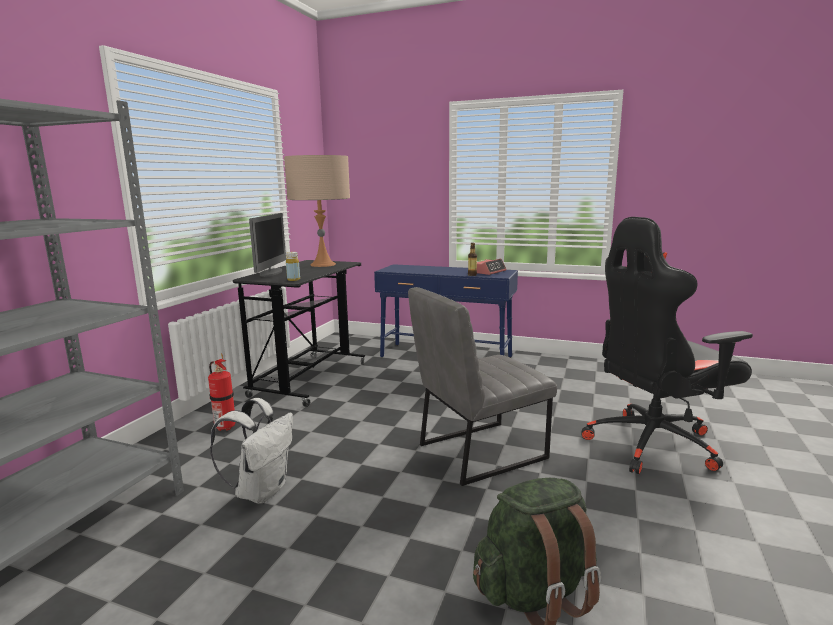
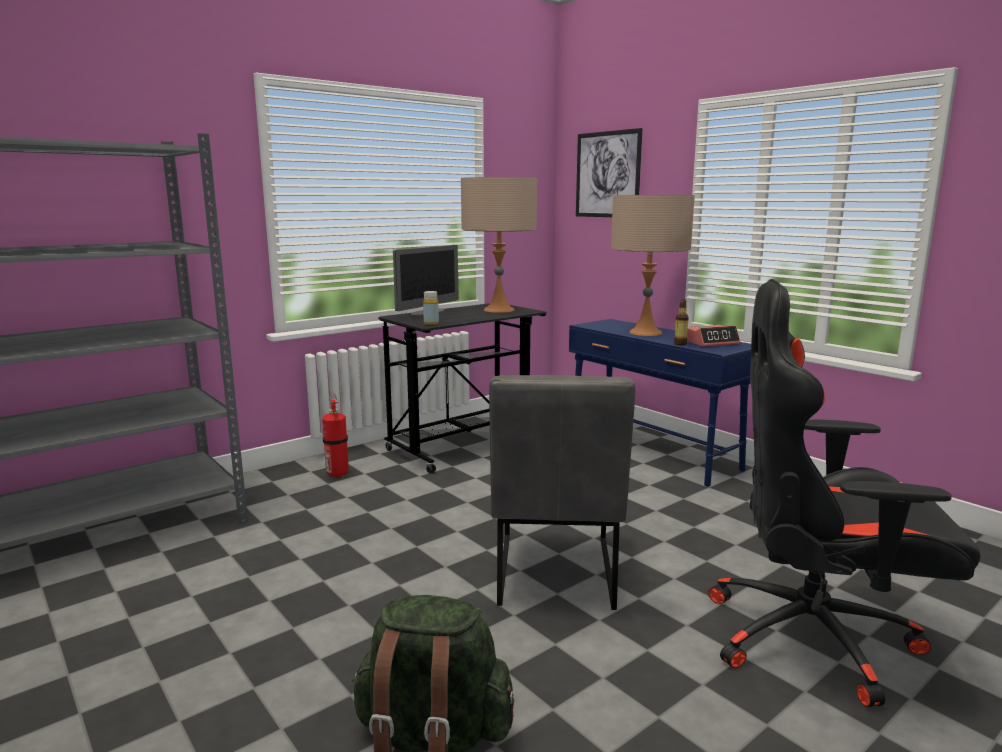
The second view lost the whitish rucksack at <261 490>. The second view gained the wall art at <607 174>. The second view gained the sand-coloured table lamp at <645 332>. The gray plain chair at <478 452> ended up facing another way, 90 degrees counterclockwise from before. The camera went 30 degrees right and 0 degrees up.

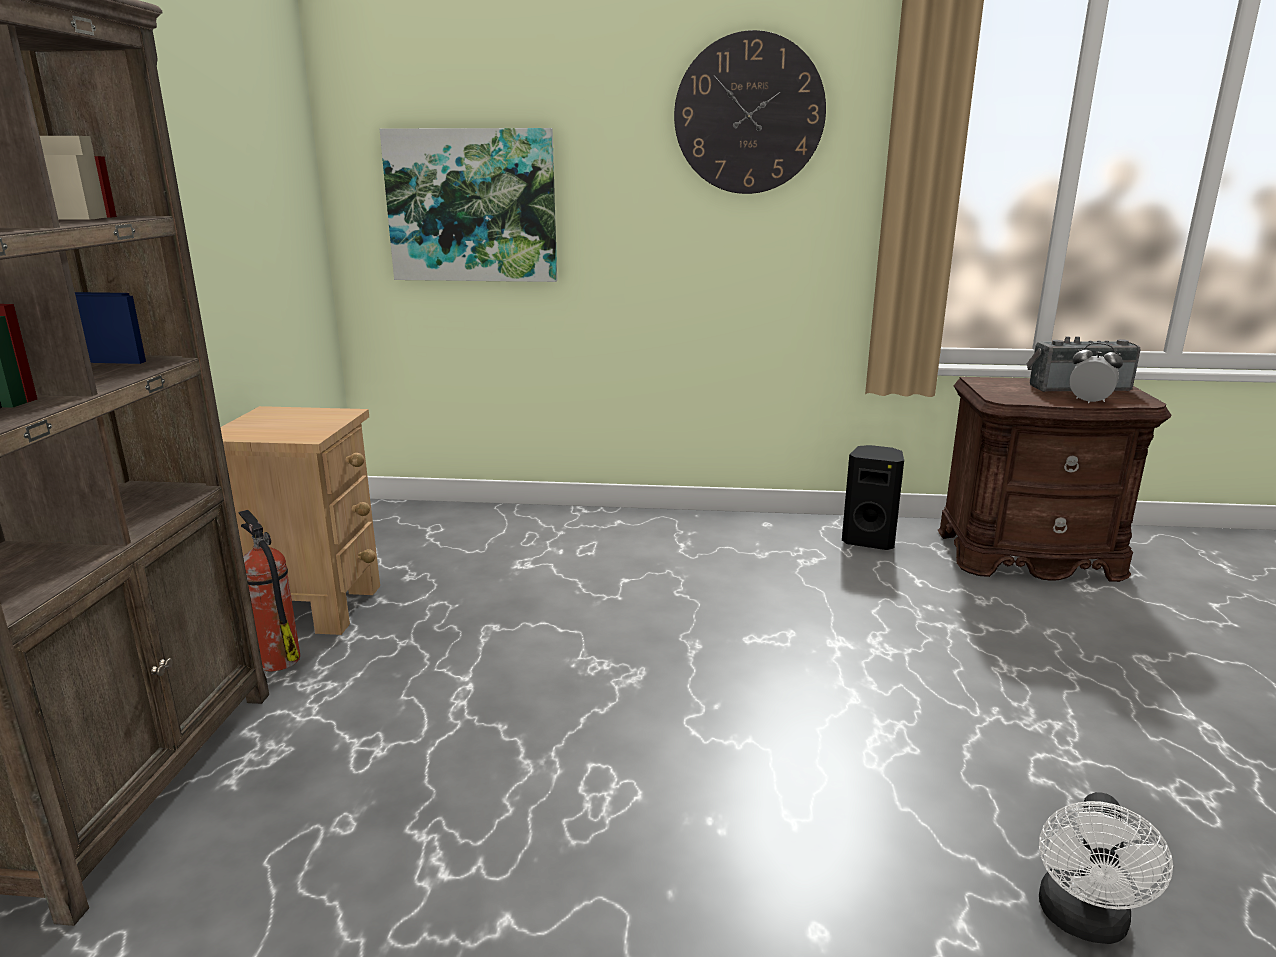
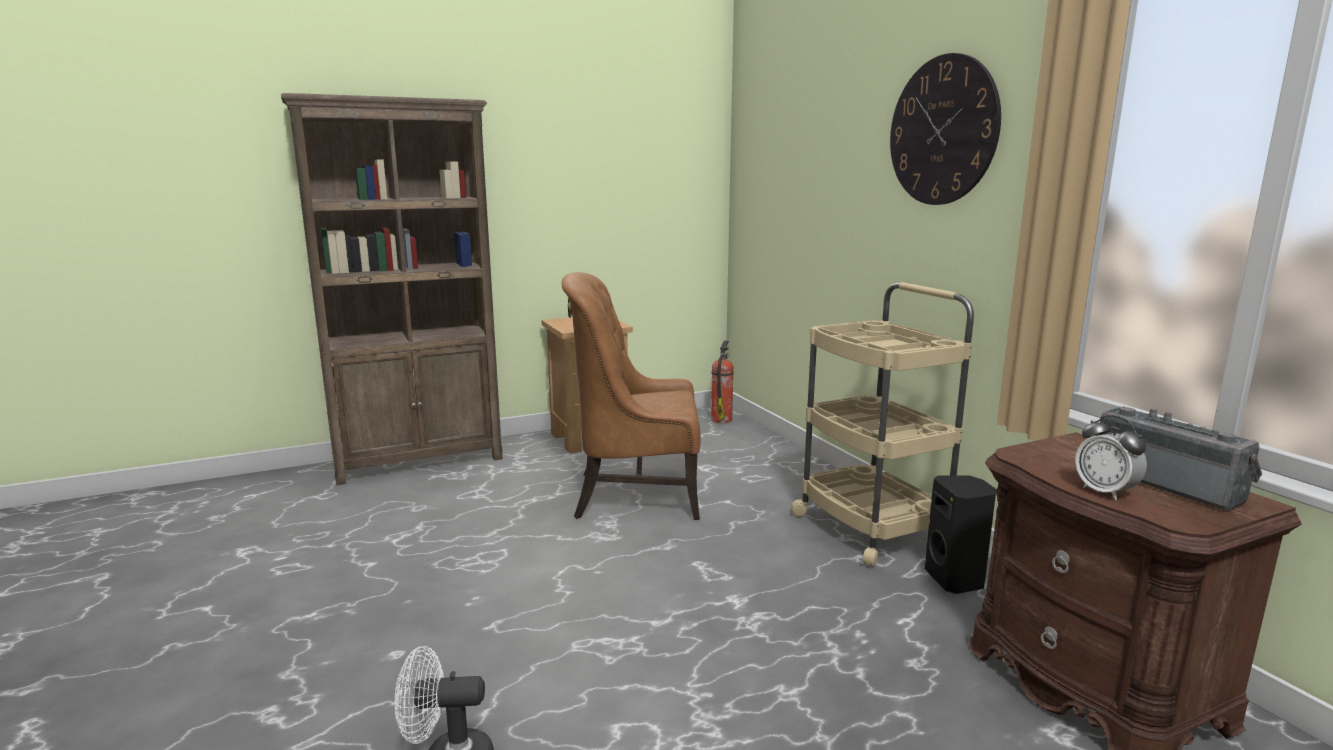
The second view lost the wall art at <472 206>. The second view gained the brown-coloured plain chair at <635 494>. The second view gained the sand-coloured wheeled cart at <870 528>. The extinguisher ended up elsewhere, having gone from <277 659> to <721 419>. The bedside clock at <1089 401> ended up facing another way, 150 degrees clockwise from before. The camera went 60 degrees right and 5 degrees down.

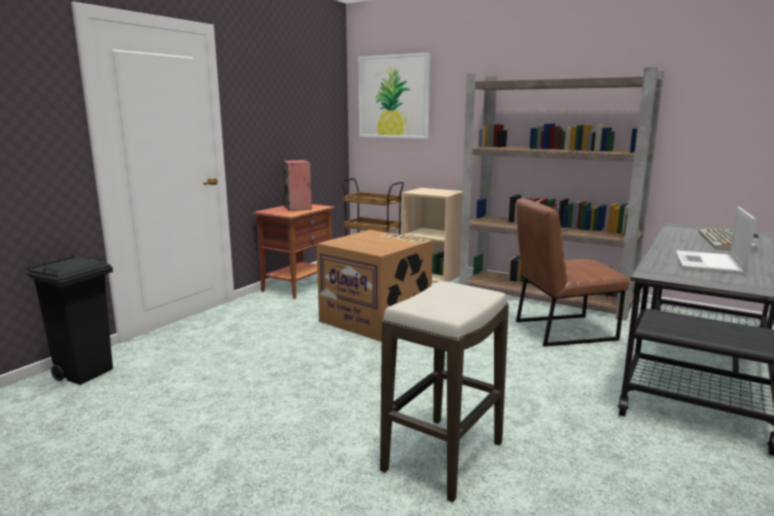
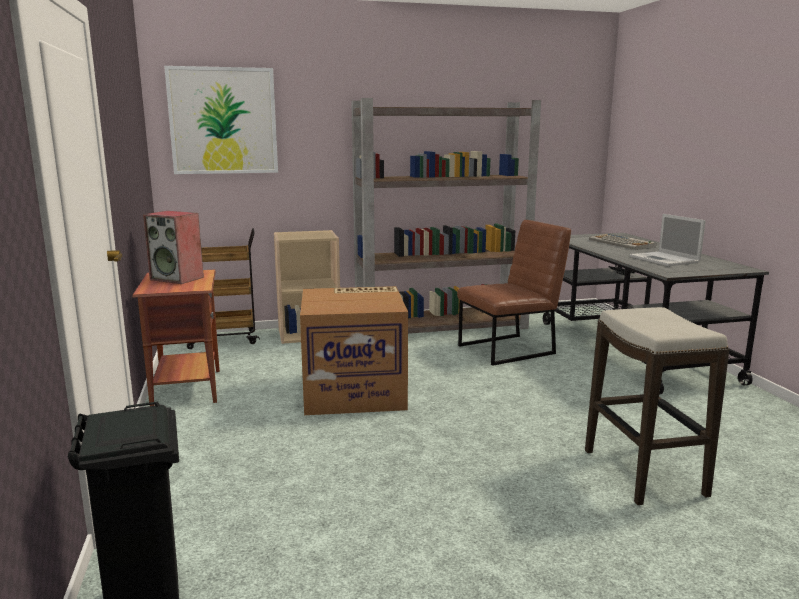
The brown-coloured plain chair at <562 330> ended up facing another way, 150 degrees counterclockwise from before. The camera went 45 degrees left and 0 degrees up.

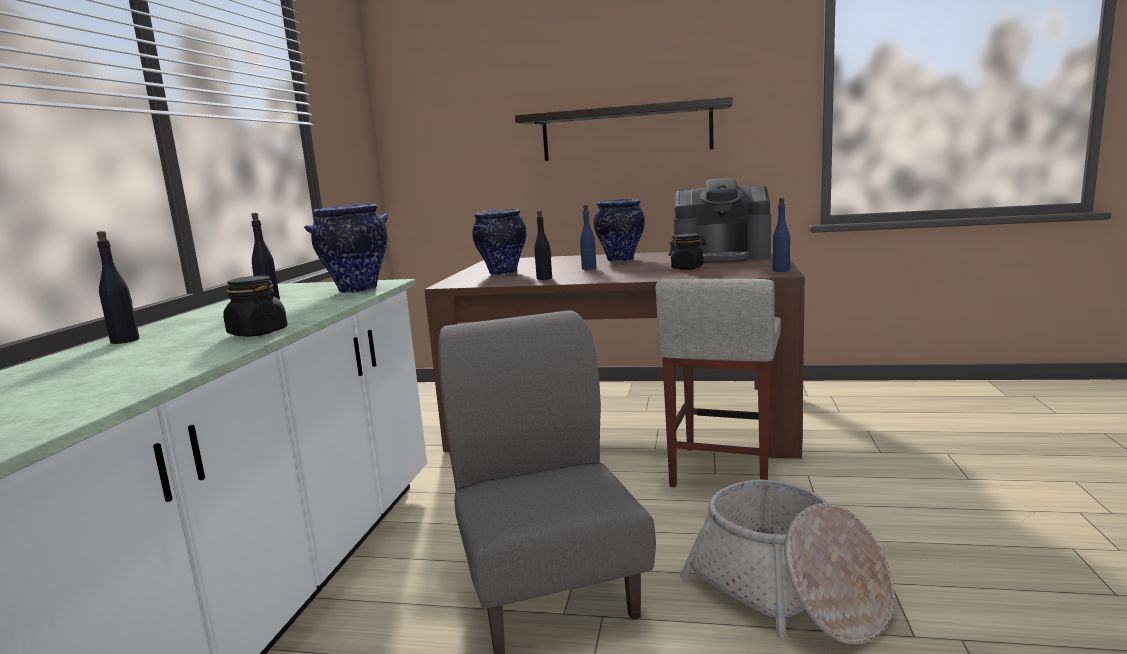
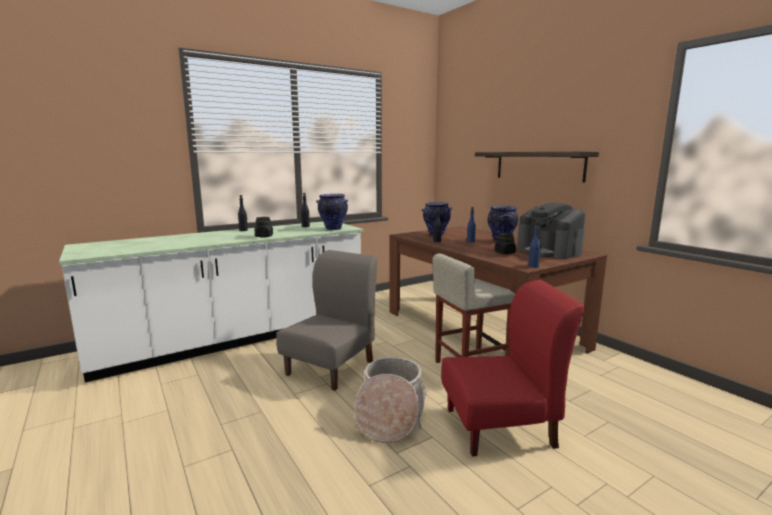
The second view gained the reddish plain chair at <500 427>. The camera went 45 degrees right and 0 degrees up.

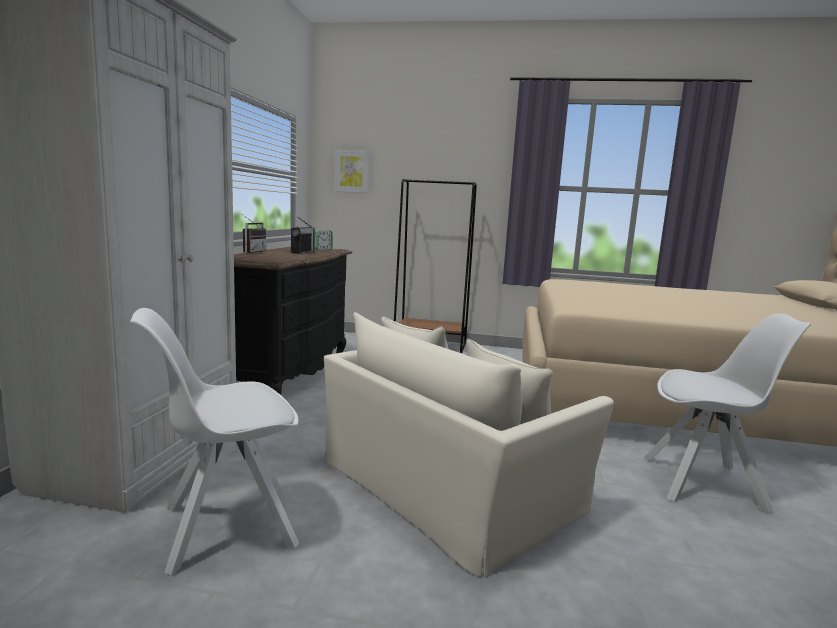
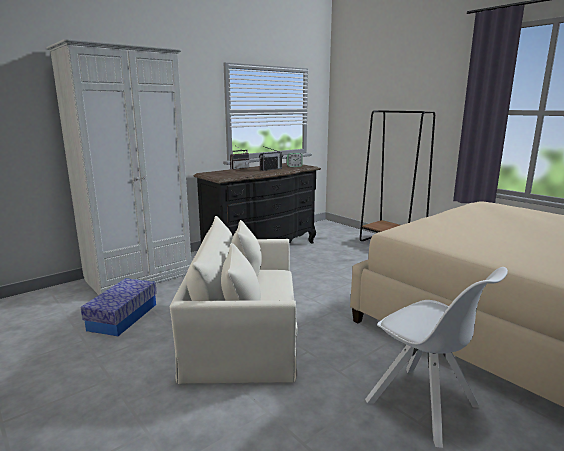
The second view lost the wall art at <352 171>. Where the whitish plain chair stood at <226 526>, the storage container came to stand at <123 317>. The camera went 40 degrees right and 5 degrees up.

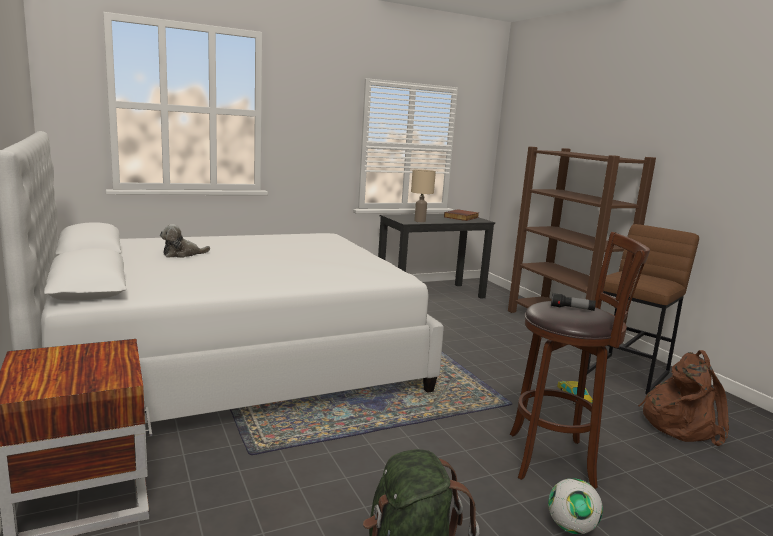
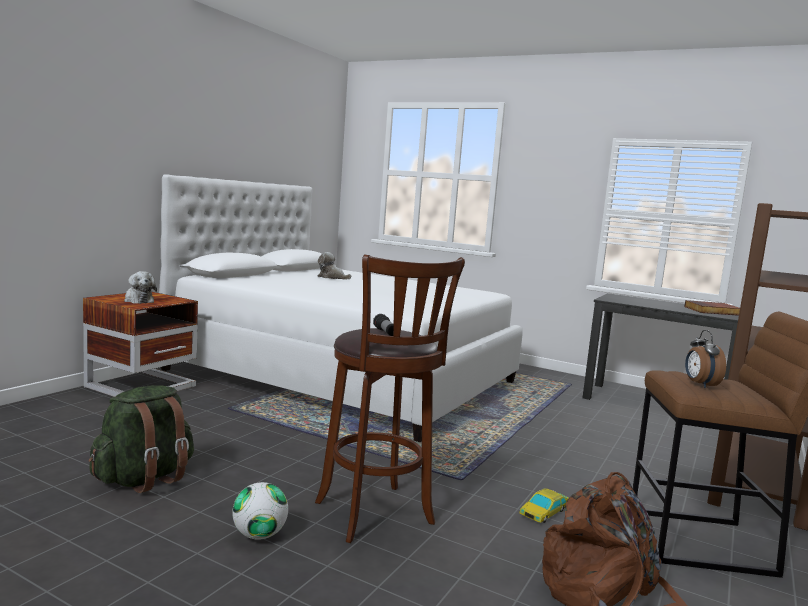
The second view lost the sand-coloured table lamp at <419 221>. The second view gained the plush toy at <138 300>. The second view gained the bedside clock at <700 384>. The camera went 55 degrees right and 5 degrees down.

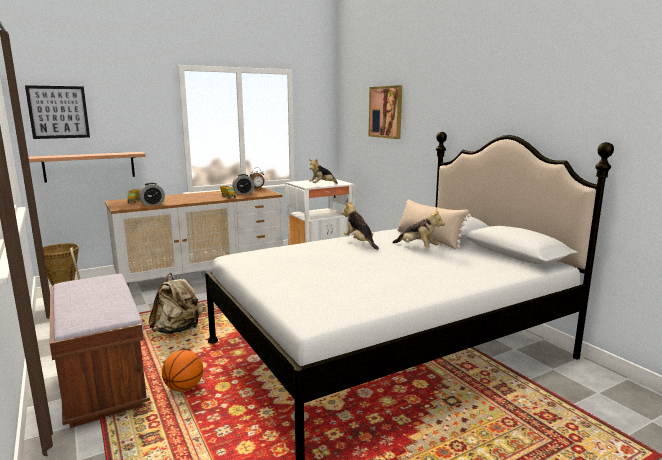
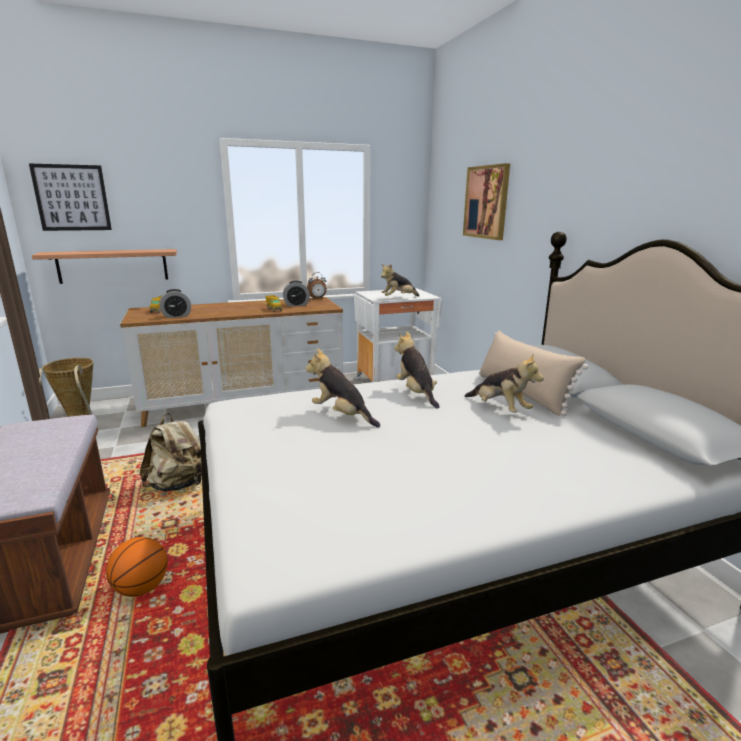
The second view gained the plush toy at <342 415>. The camera went 10 degrees right and 5 degrees up.

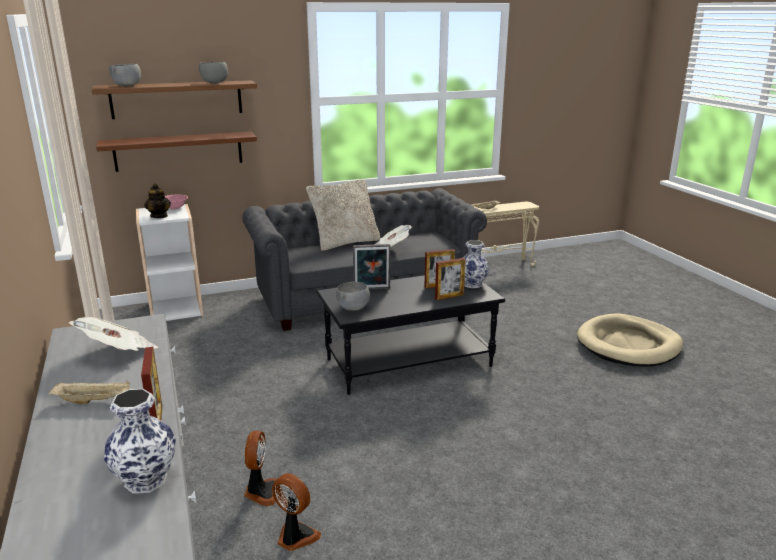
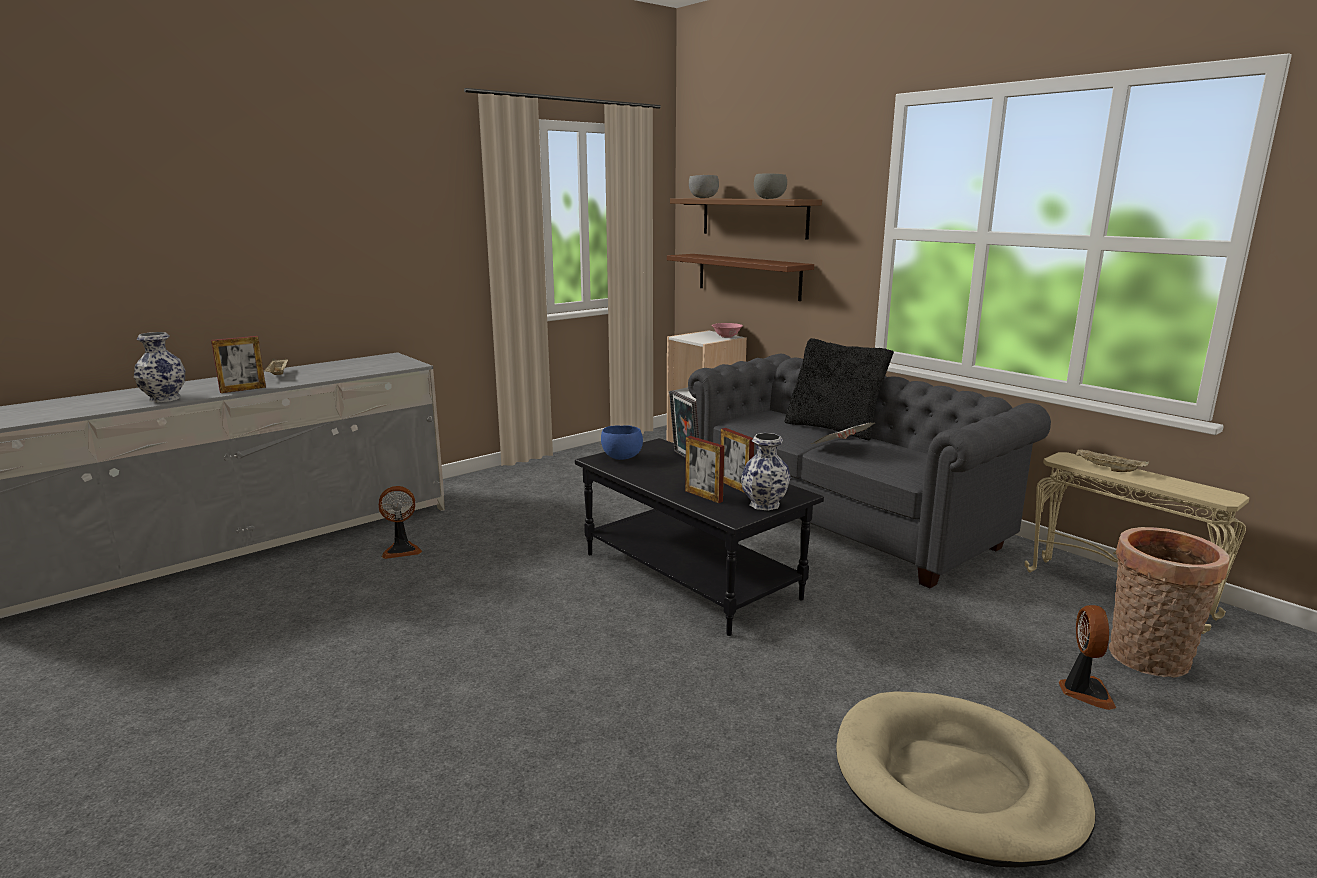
The second view lost the printed paper at <119 352>. The second view lost the pot for tea at <159 216>. The second view gained the household basket at <1148 661>. The fan ended up elsewhere, having gone from <295 537> to <1084 691>. What was the sand-coloured throw pillow at <345 241> turned into the black throw pillow at <834 427>. What was the gray bowl at <352 308> turned into the blue-coloured bowl at <621 458>. The camera went 70 degrees right and 5 degrees down.

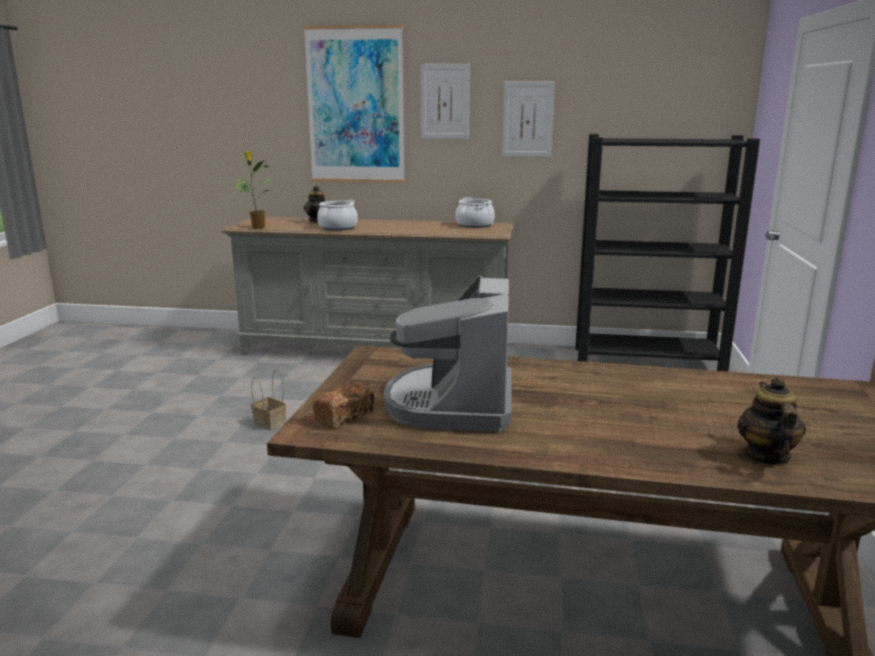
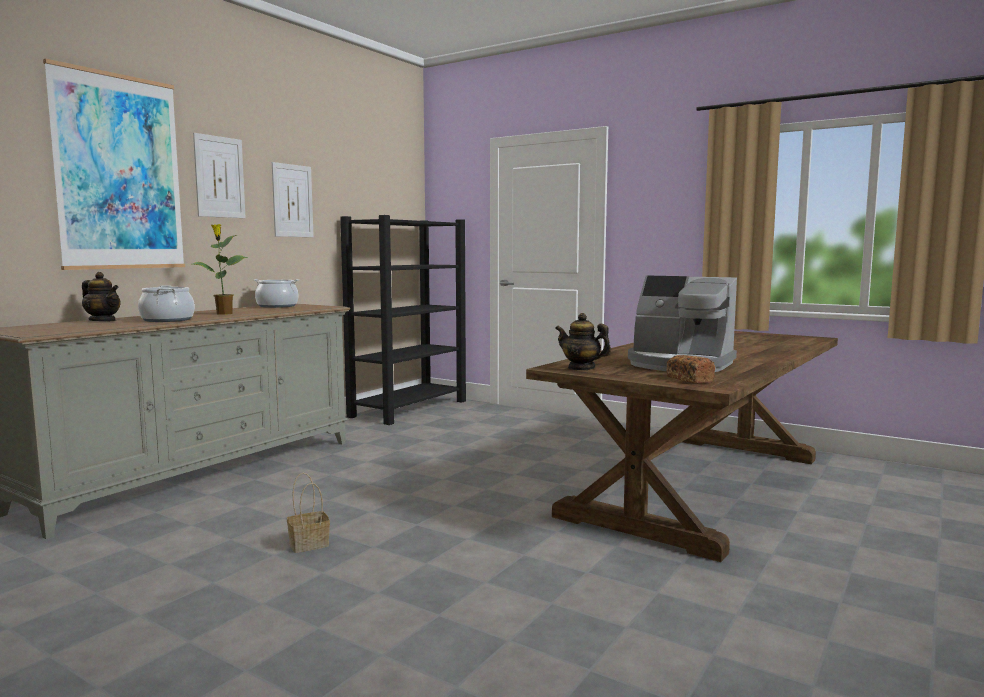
The potted plant ended up elsewhere, having gone from <257 228> to <223 314>. The pot for tea ended up elsewhere, having gone from <766 456> to <581 368>. The camera went 65 degrees left and 10 degrees down.

